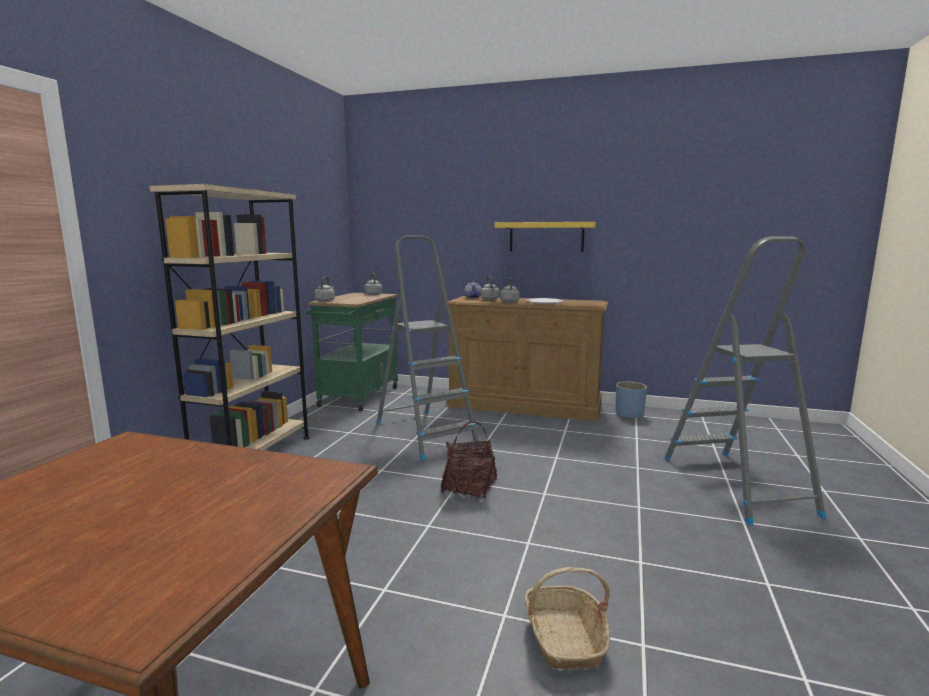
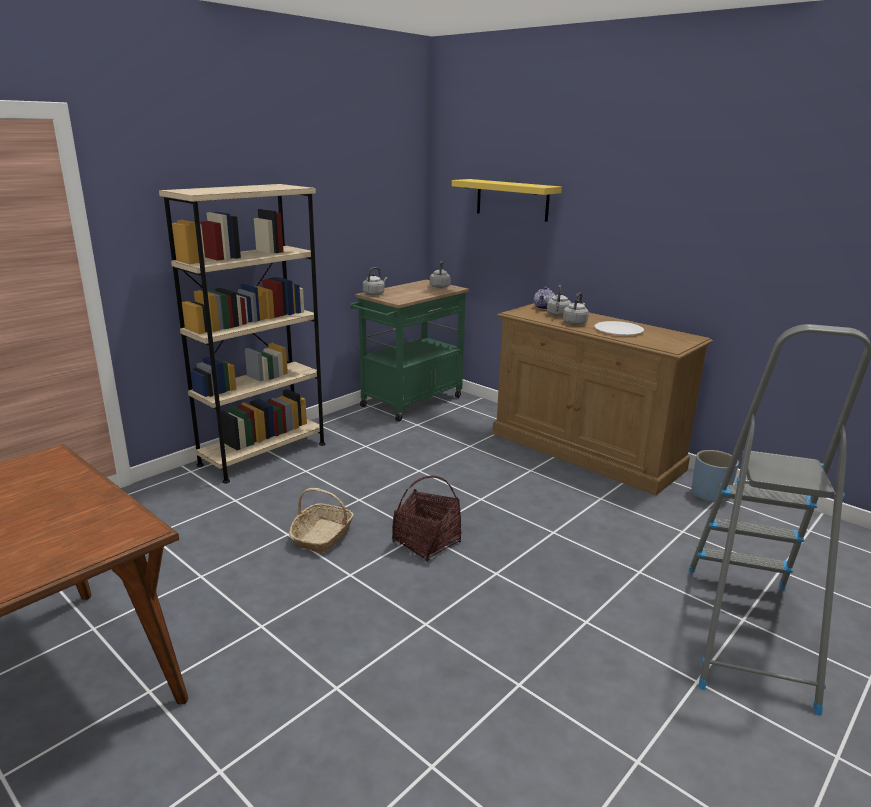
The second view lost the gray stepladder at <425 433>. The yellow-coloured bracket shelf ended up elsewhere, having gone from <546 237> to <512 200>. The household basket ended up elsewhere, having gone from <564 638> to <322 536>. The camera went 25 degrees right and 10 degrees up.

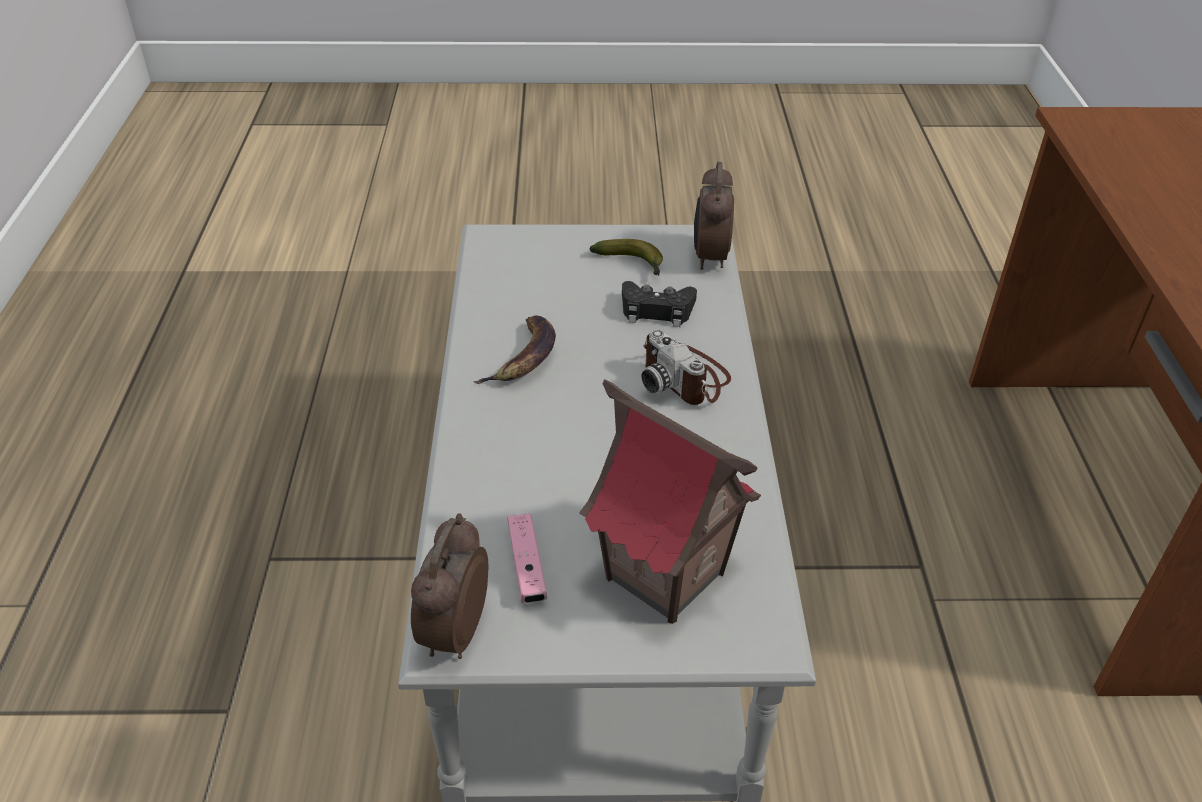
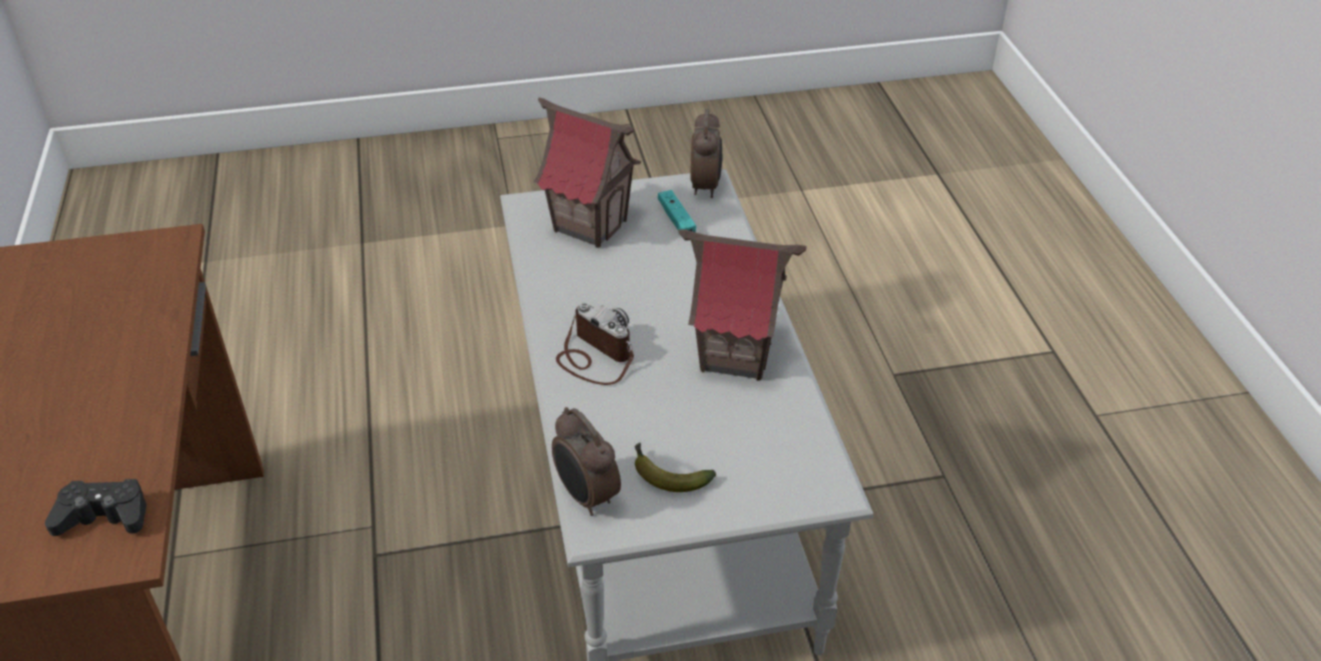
The black joypad ended up elsewhere, having gone from <656 310> to <104 516>. Where the banana stood at <524 358>, the miniature house came to stand at <735 355>. What was the pink joypad at <527 567> turned into the turquoise joypad at <676 219>. The bedside clock at <709 257> ended up facing another way, 150 degrees clockwise from before. The camera went 170 degrees right and 0 degrees up.

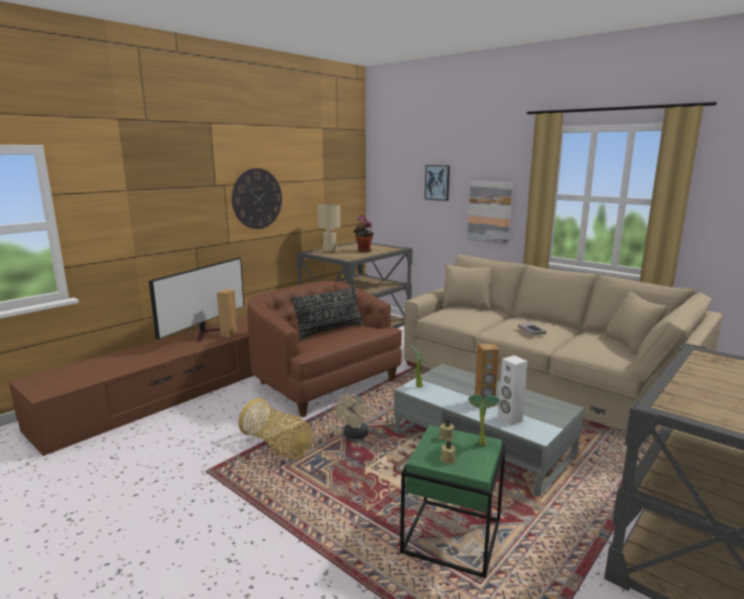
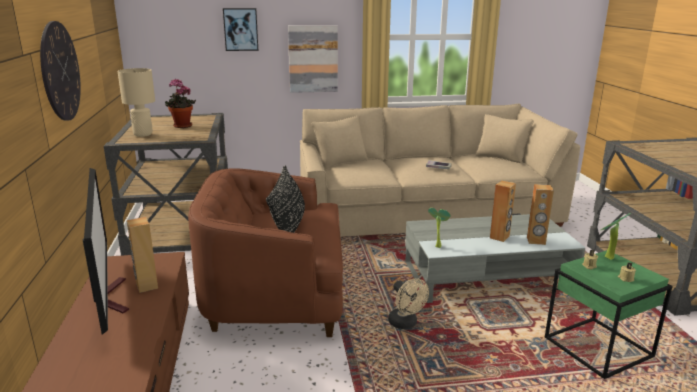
The second view lost the household basket at <278 446>. What was the whitish speaker at <509 419> turned into the brown-coloured speaker at <536 241>. The camera went 50 degrees left and 5 degrees up.

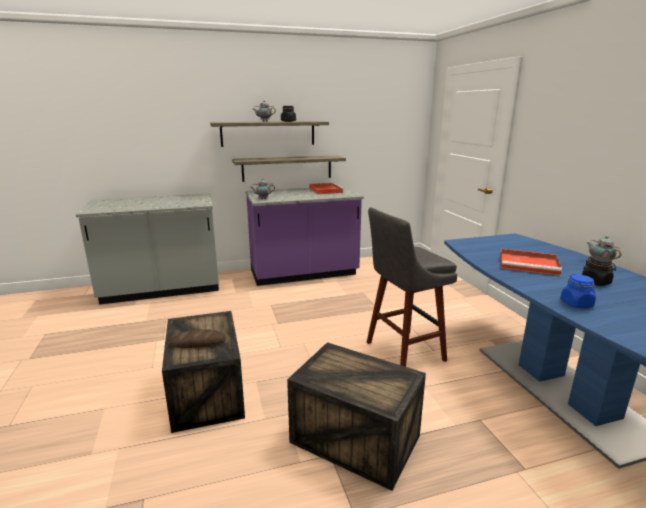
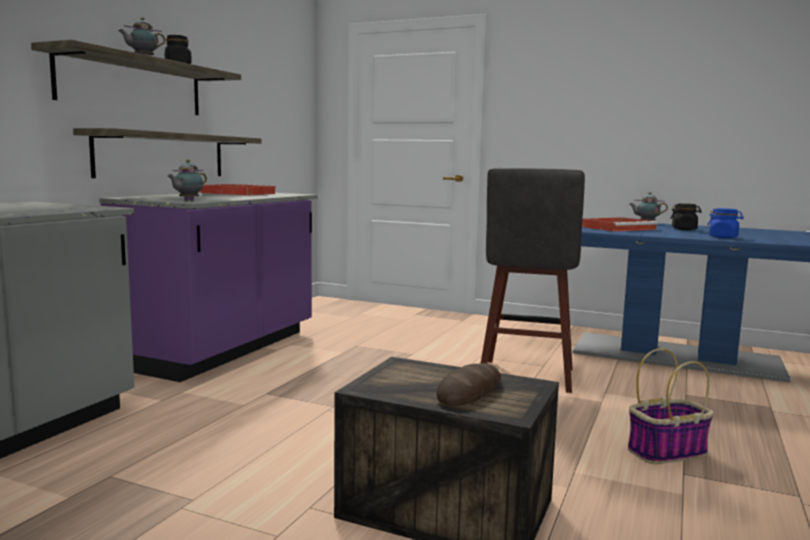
Where the crate stood at <357 439>, the household basket came to stand at <667 451>. The camera went 50 degrees left and 10 degrees down.

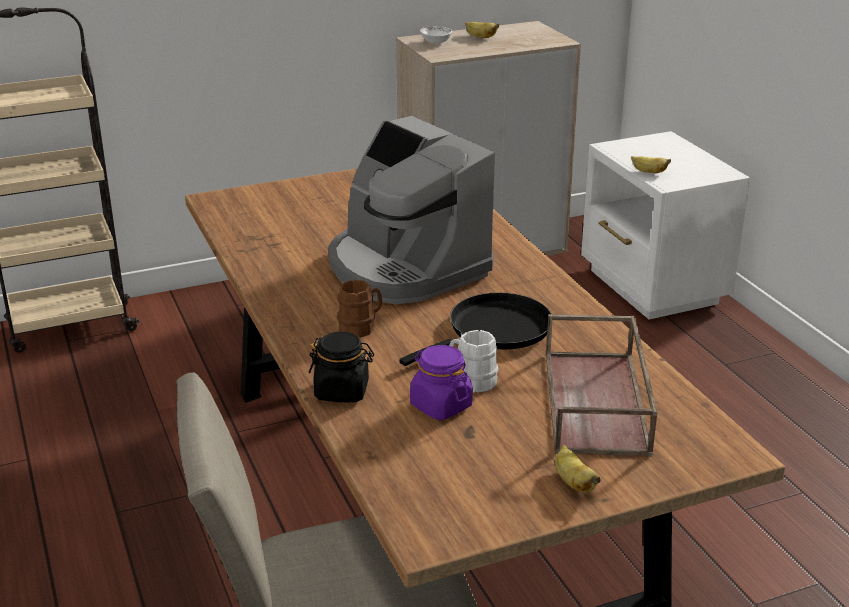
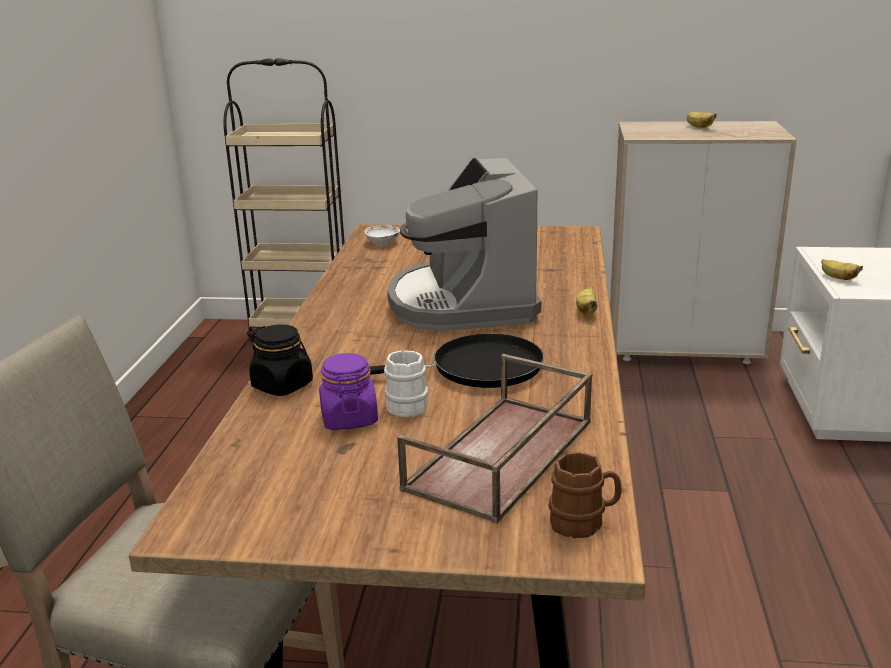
The brown-coloured mug ended up elsewhere, having gone from <361 327> to <584 522>. The whitish bowl ended up elsewhere, having gone from <436 42> to <382 243>. The banana ended up elsewhere, having gone from <573 482> to <586 311>. The camera went 30 degrees right and 5 degrees down.

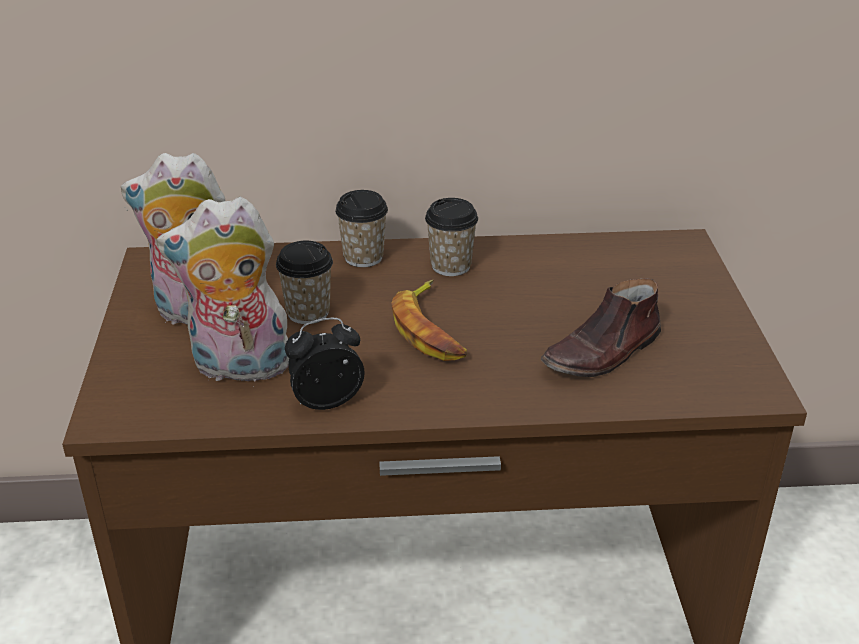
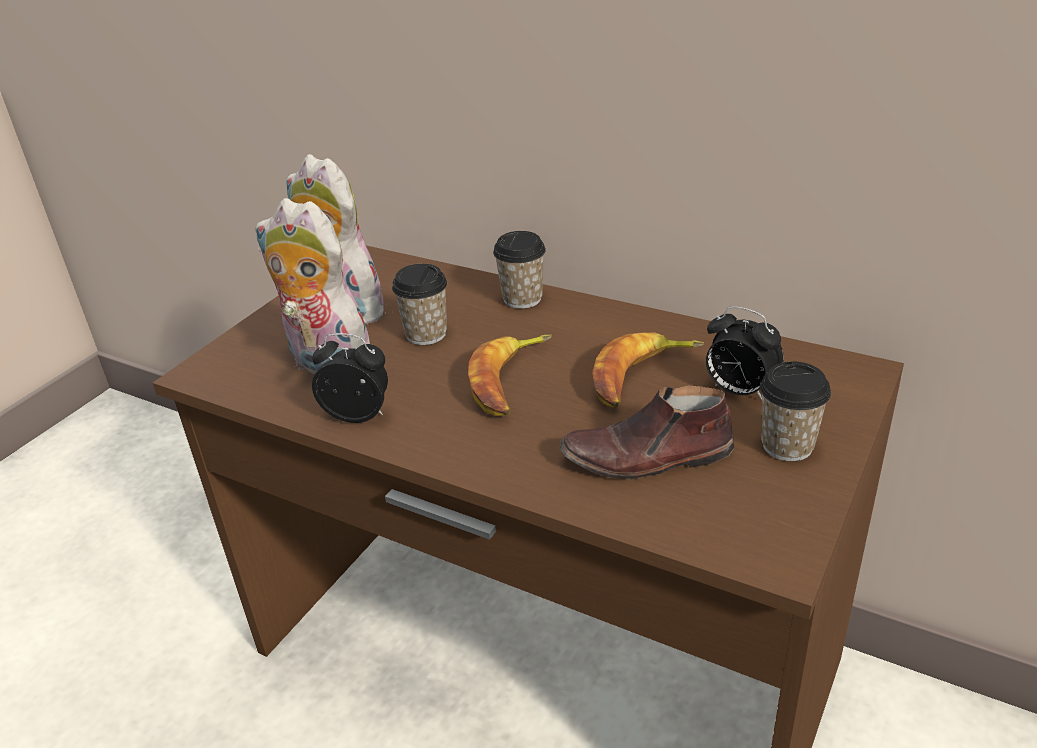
The second view gained the banana at <641 376>. The second view gained the bedside clock at <738 391>. The drinking cup ended up elsewhere, having gone from <451 266> to <787 445>. The camera went 35 degrees right and 0 degrees up.

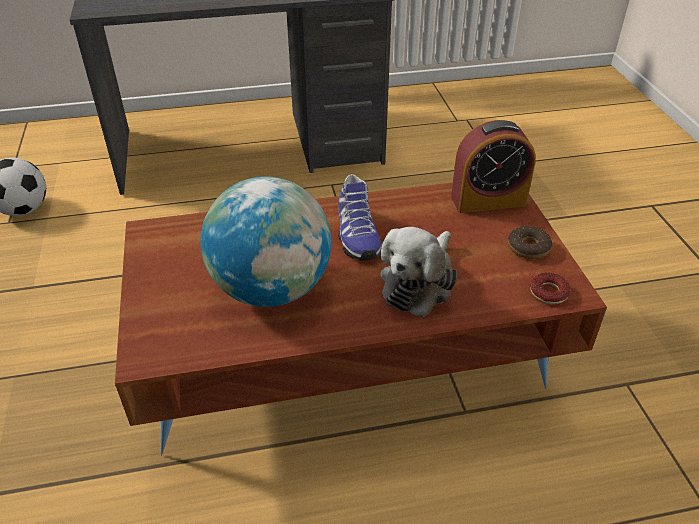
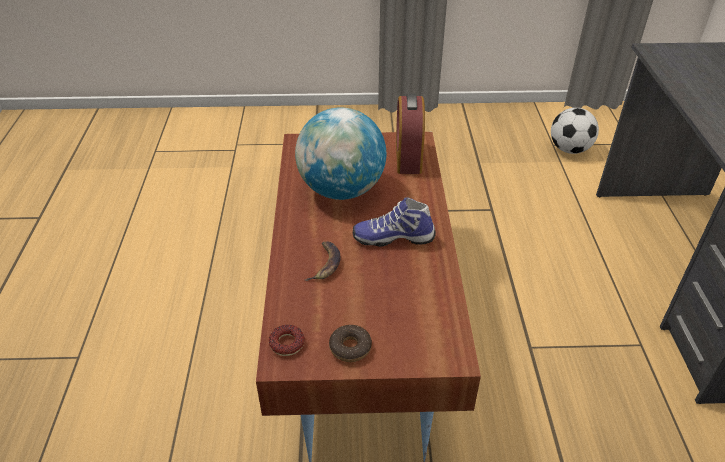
The bedside clock ended up elsewhere, having gone from <488 200> to <408 157>. Where the plush toy stood at <418 283>, the banana came to stand at <325 264>. The camera went 100 degrees right and 0 degrees up.

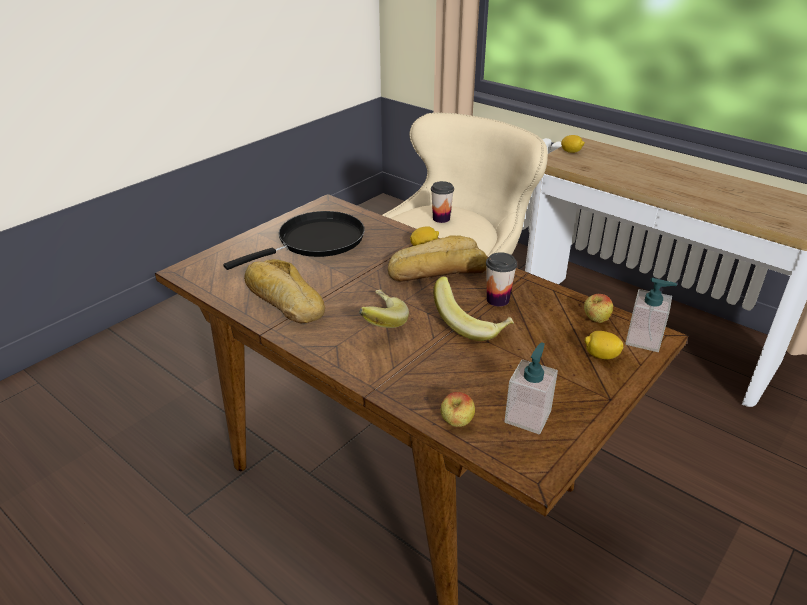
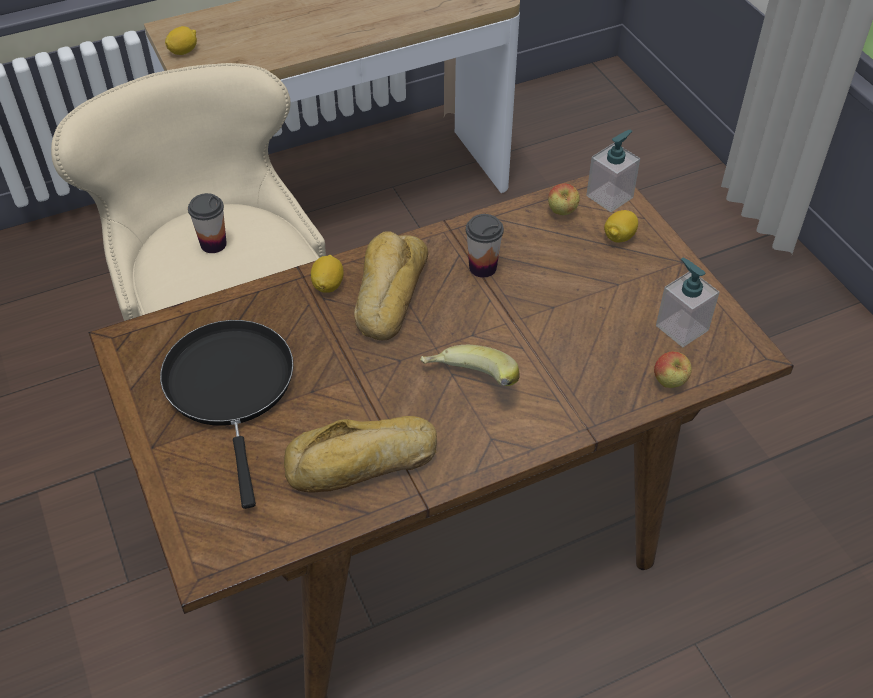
The second view lost the banana at <471 324>. The camera went 65 degrees left and 15 degrees up.

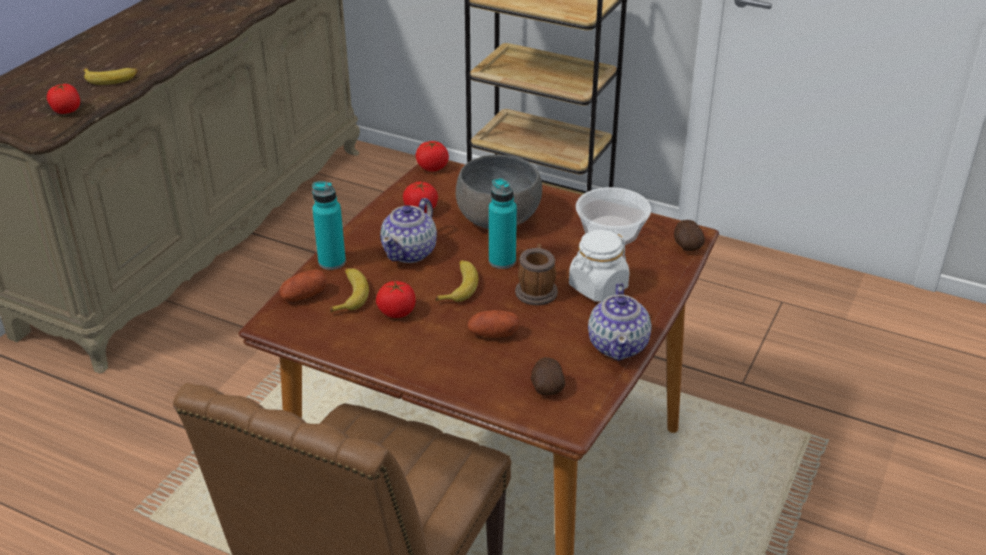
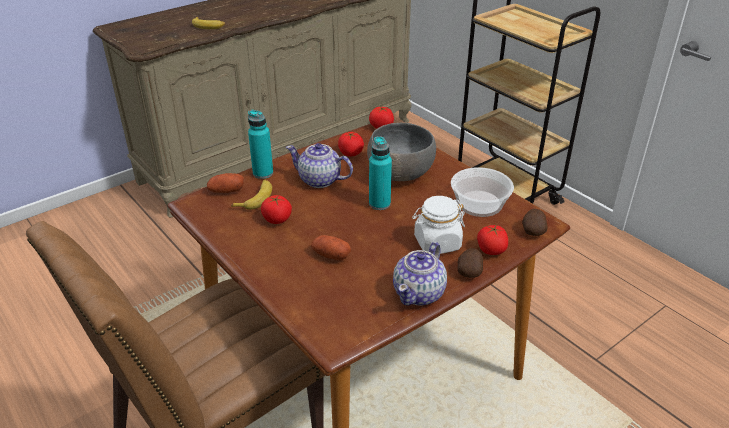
The second view lost the banana at <458 286>. The second view lost the mug at <536 289>. The tomato ended up elsewhere, having gone from <66 111> to <491 250>. The spud ended up elsewhere, having gone from <546 387> to <469 271>. The pot for tea at <410 252> ended up facing another way, 60 degrees clockwise from before. The camera went 25 degrees right and 0 degrees up.

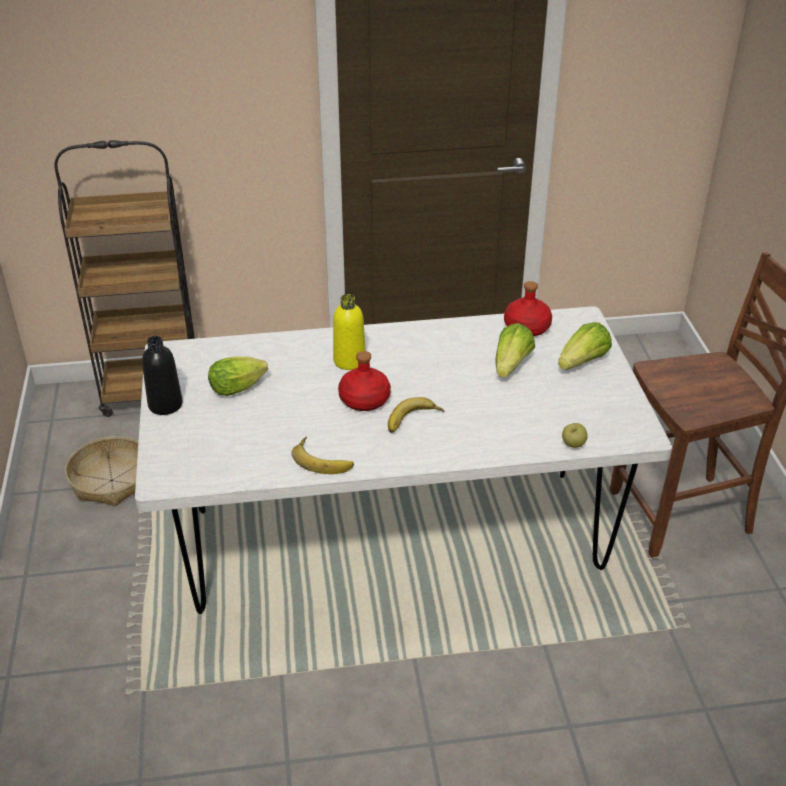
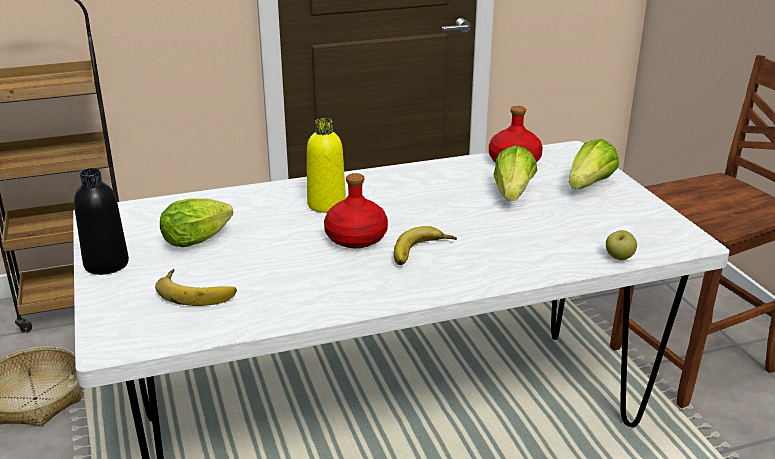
The banana ended up elsewhere, having gone from <323 459> to <197 291>. The camera went 10 degrees left and 10 degrees down.

